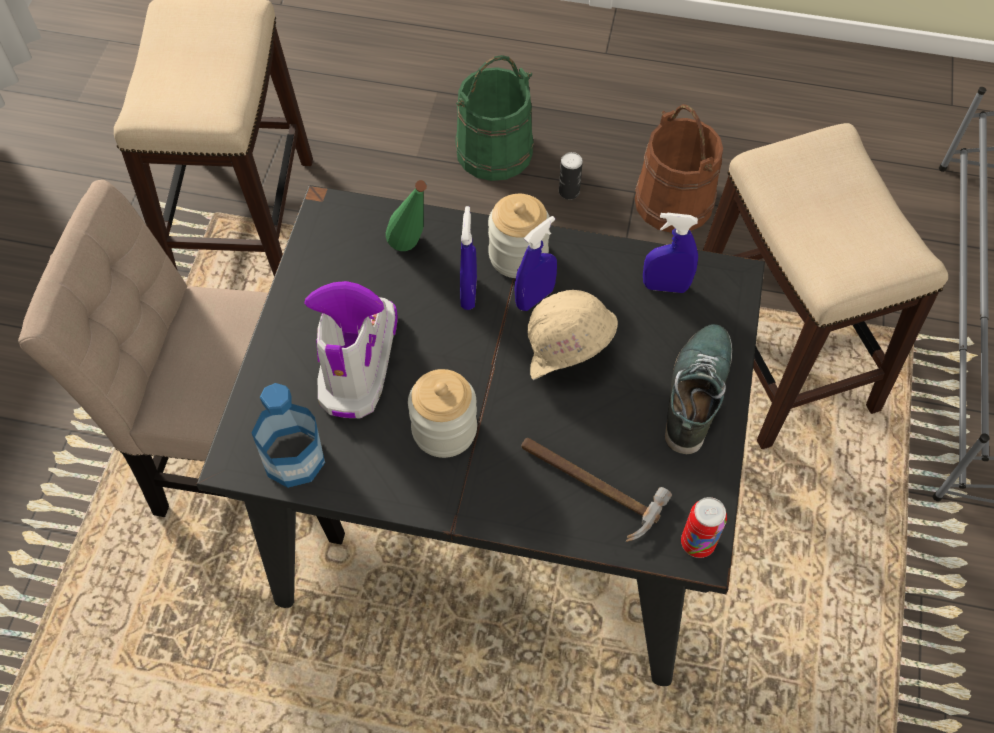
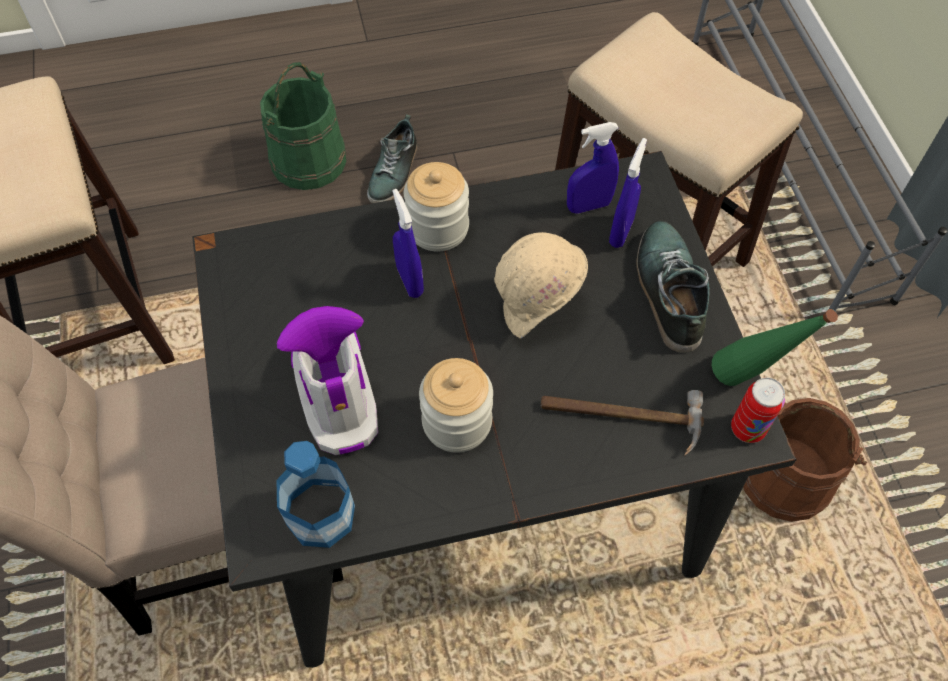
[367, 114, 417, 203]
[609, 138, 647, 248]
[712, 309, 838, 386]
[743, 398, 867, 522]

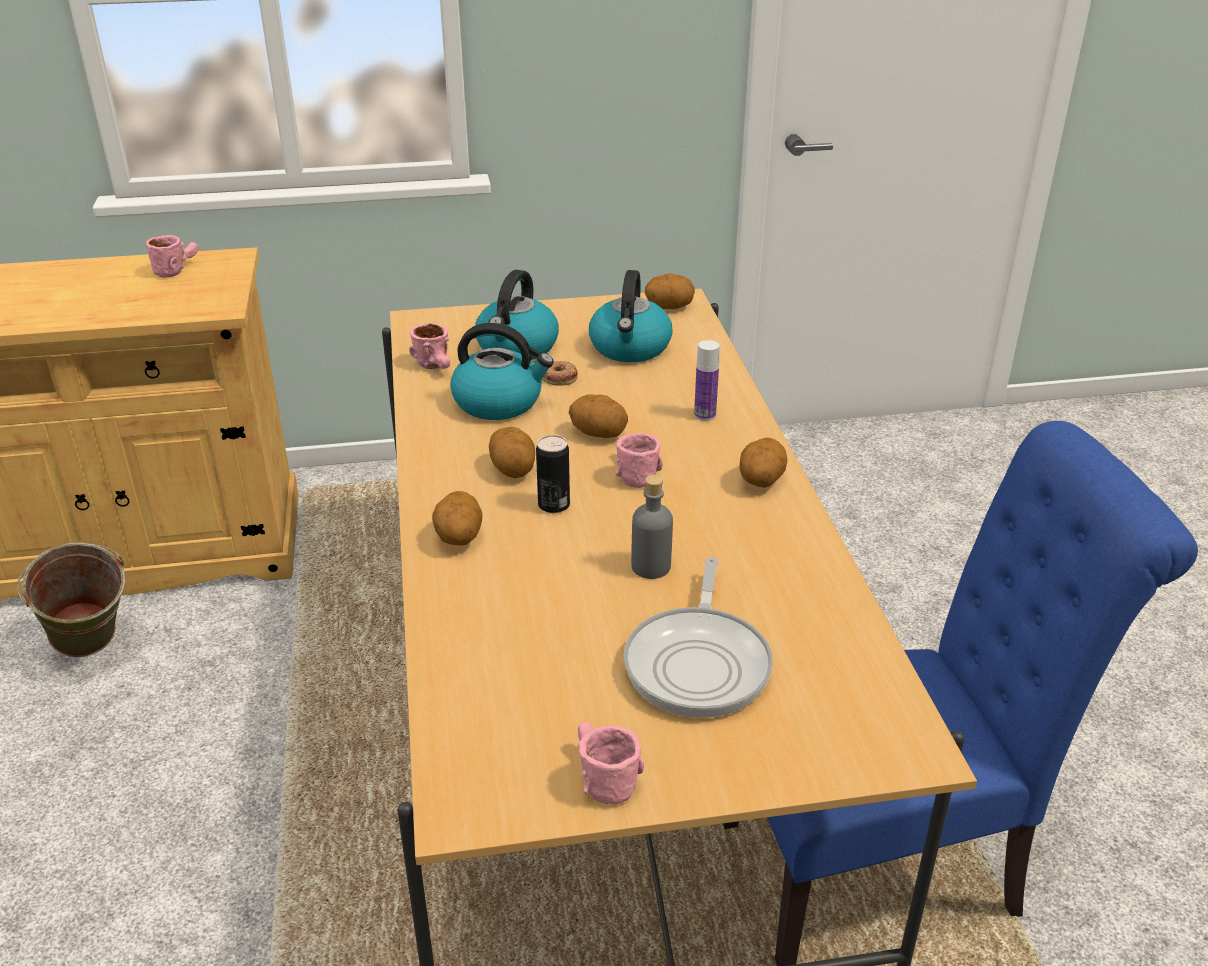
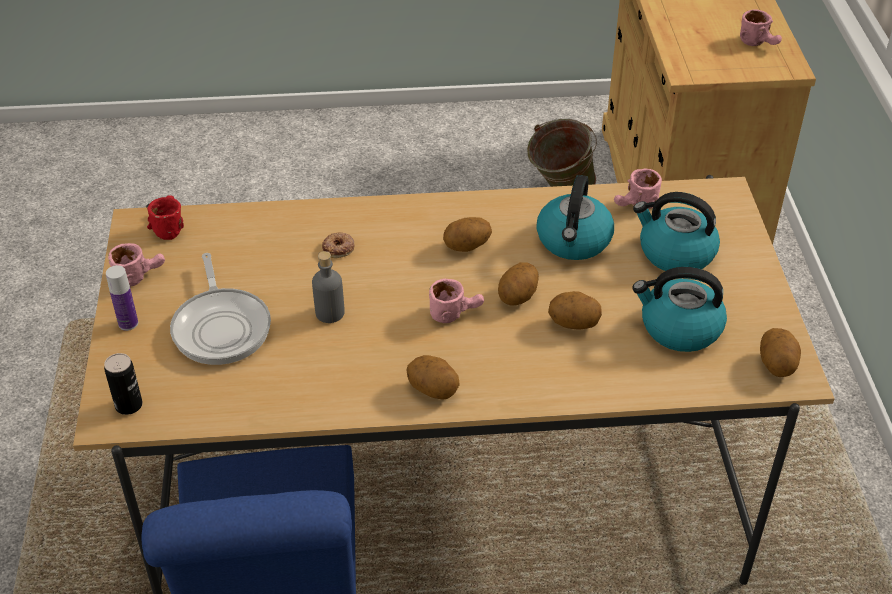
[104, 353, 143, 415]
[106, 265, 138, 331]
[147, 195, 184, 240]
[170, 253, 271, 365]
[322, 232, 355, 258]
[548, 291, 602, 329]

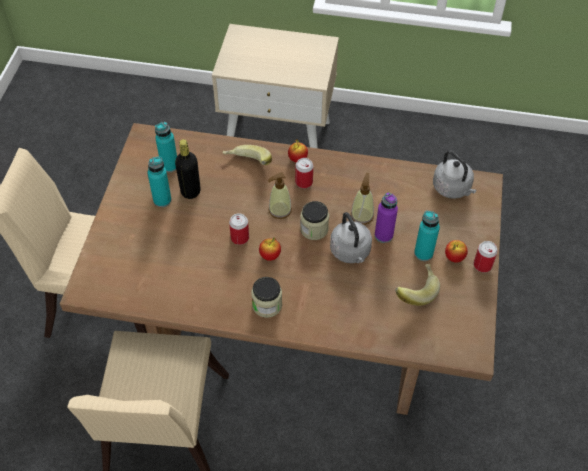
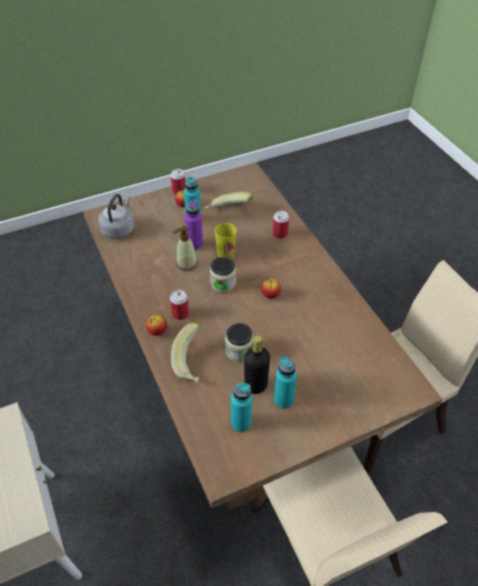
[215, 223, 237, 259]
[225, 323, 254, 362]
[273, 211, 289, 239]
[267, 172, 292, 219] (first image)

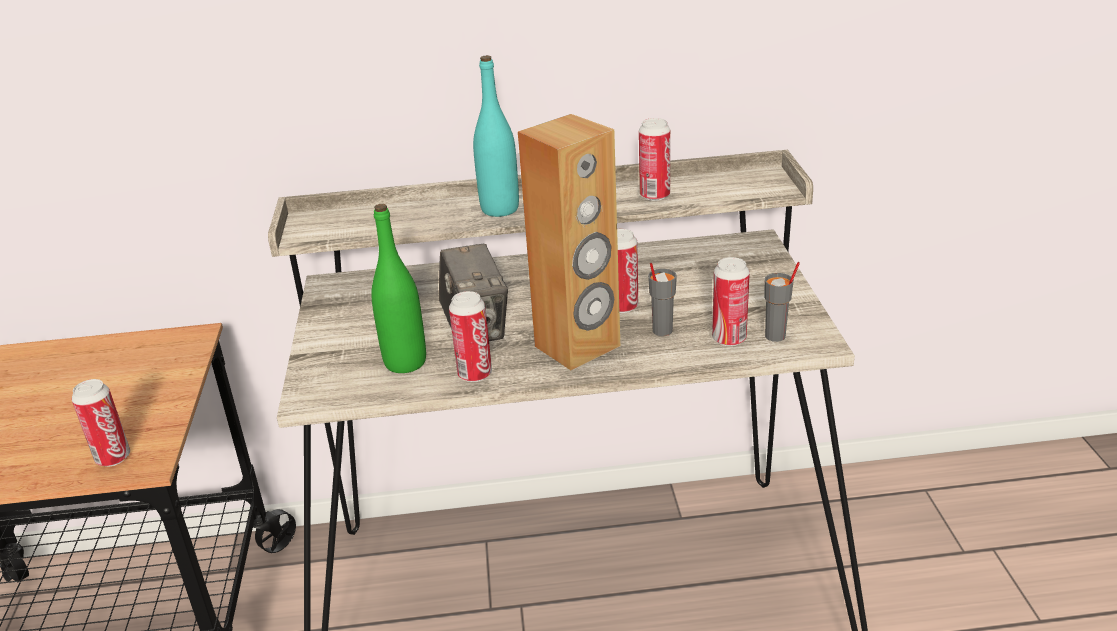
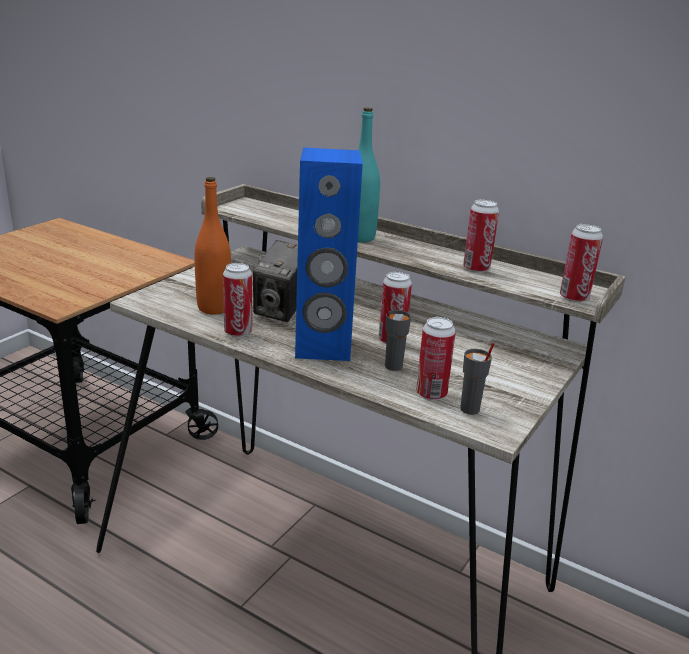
[194, 177, 231, 315]
[295, 147, 363, 361]
[560, 224, 603, 303]

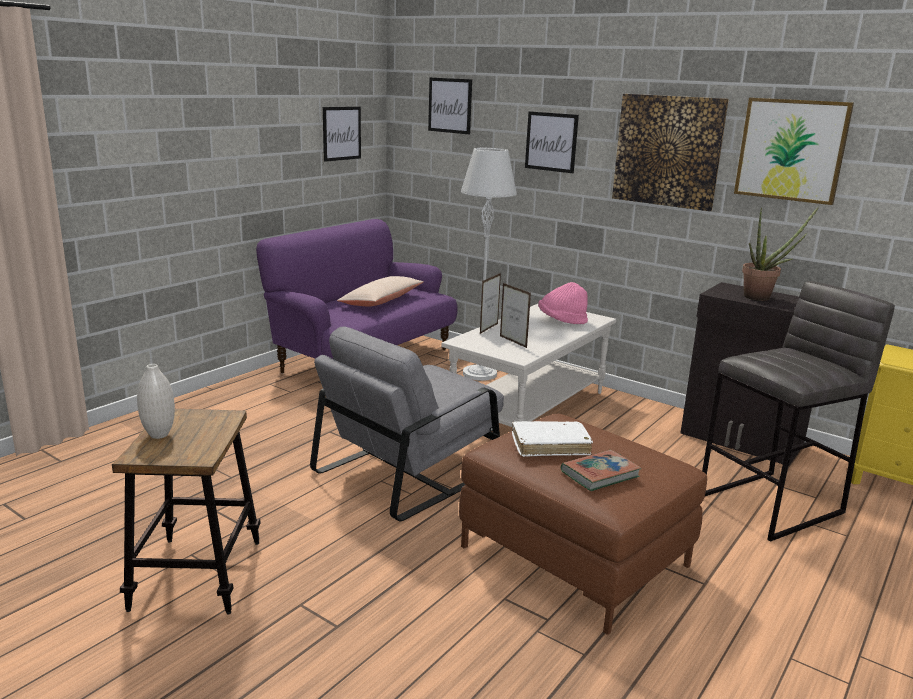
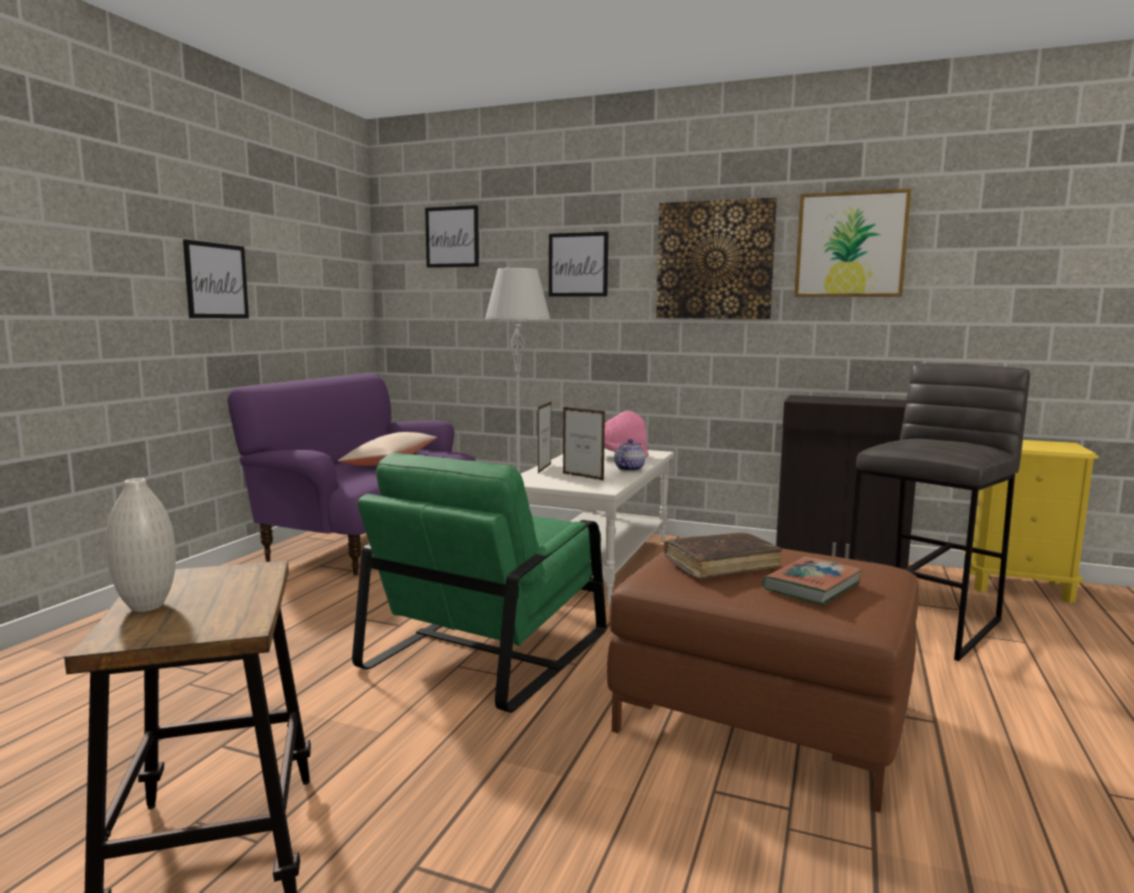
[183, 239, 249, 319]
[352, 453, 607, 713]
[614, 439, 645, 471]
[664, 533, 782, 580]
[742, 207, 819, 301] (first image)

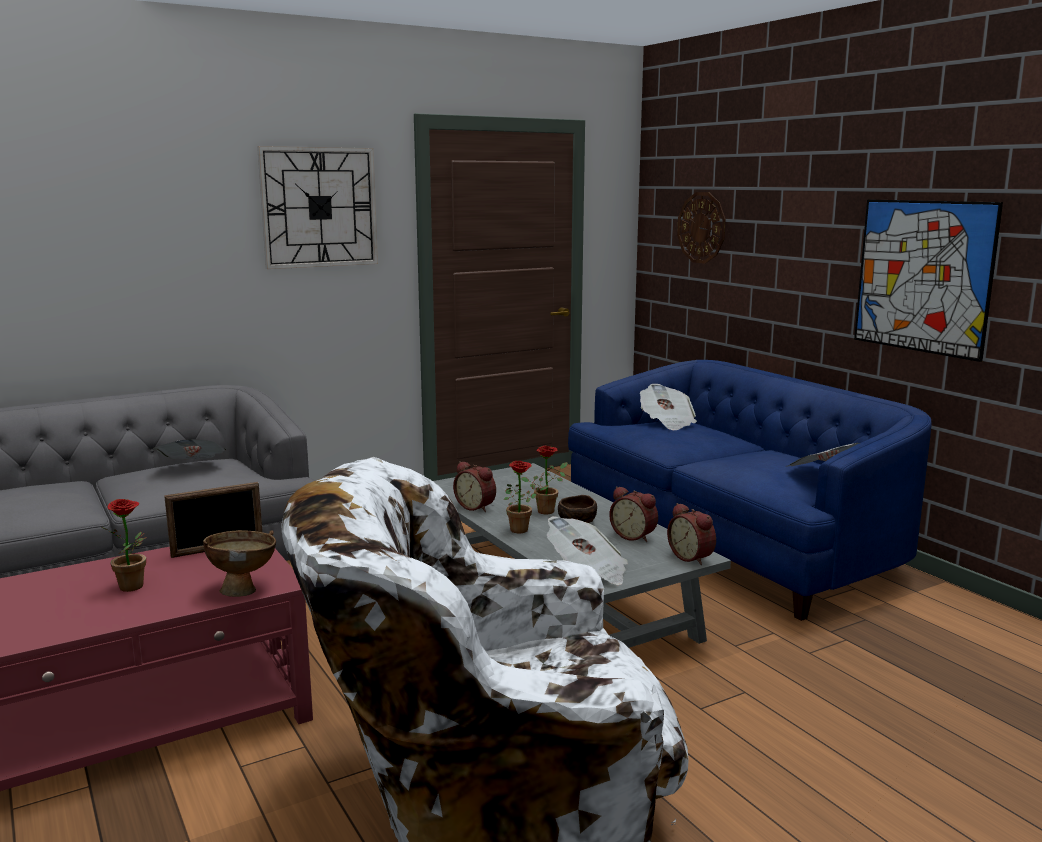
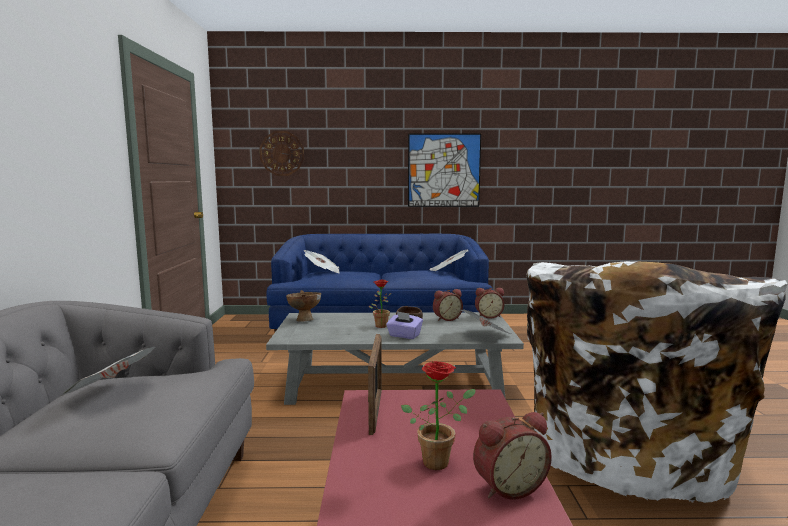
[286, 290, 321, 322]
[386, 311, 423, 339]
[473, 412, 552, 500]
[257, 146, 378, 269] (first image)

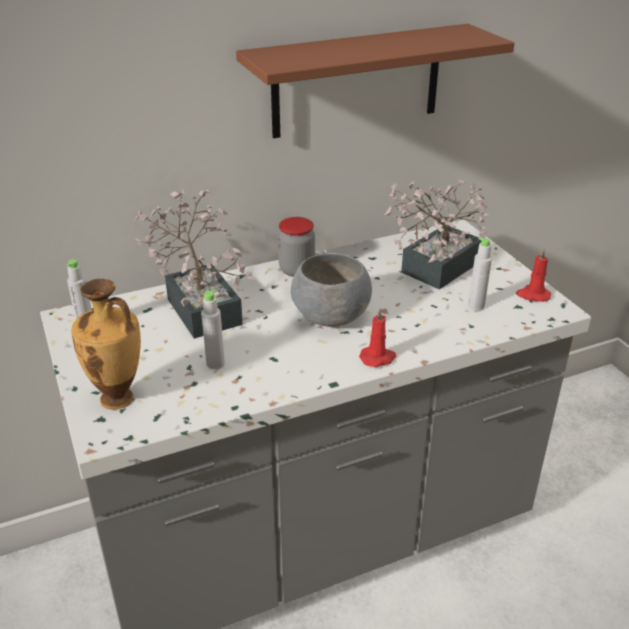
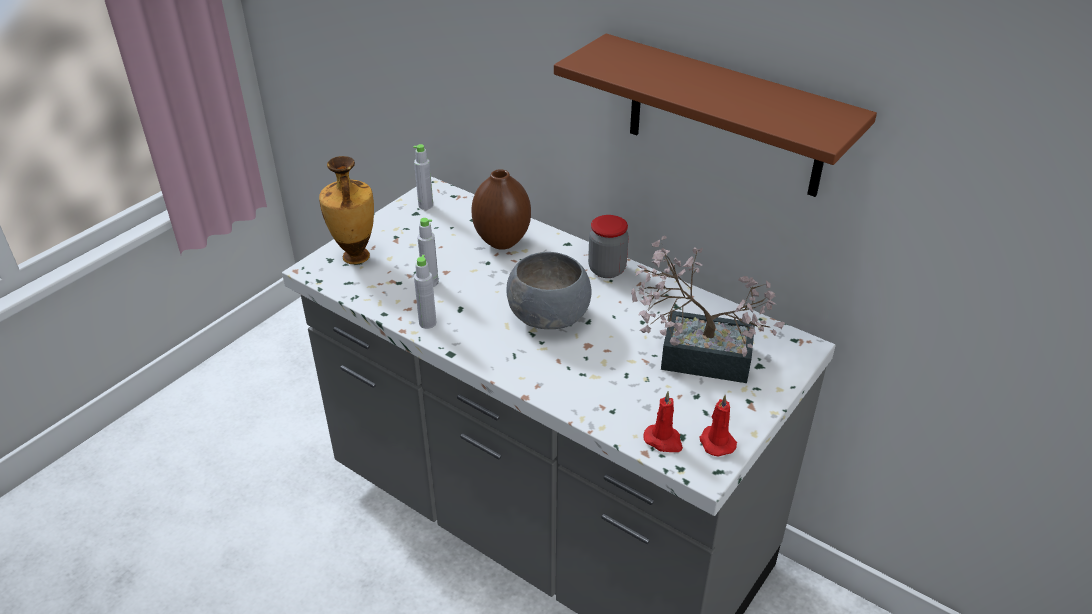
[414, 255, 436, 329]
[471, 169, 531, 250]
[643, 391, 683, 452]

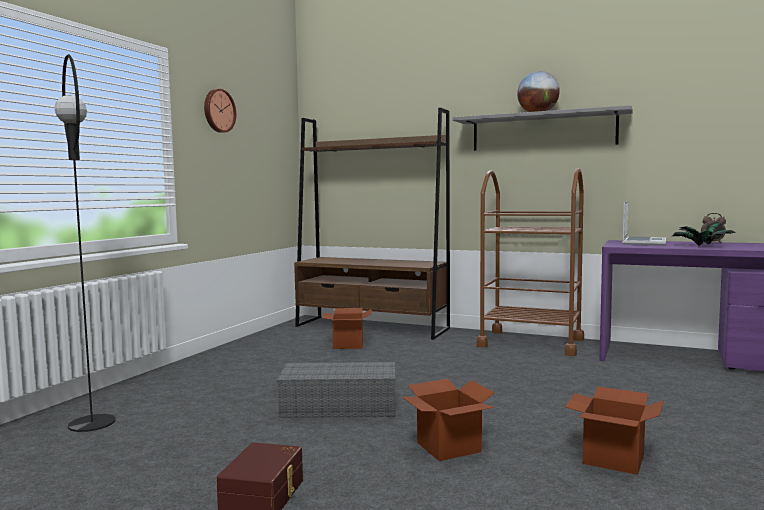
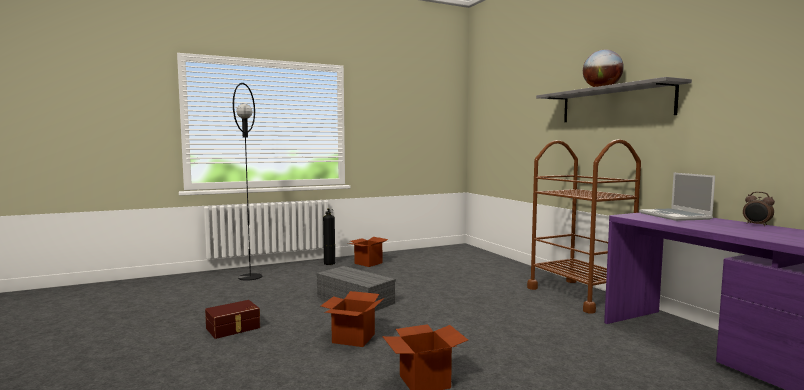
[323, 208, 335, 265]
[348, 237, 388, 267]
[639, 173, 715, 221]
[204, 89, 236, 133] (first image)
[294, 108, 450, 340] (first image)
[673, 222, 736, 246] (first image)

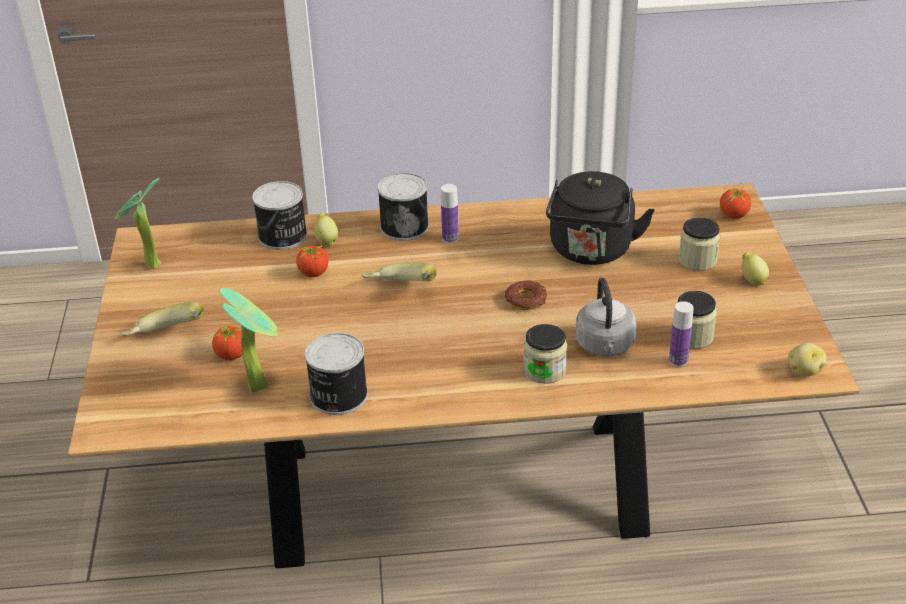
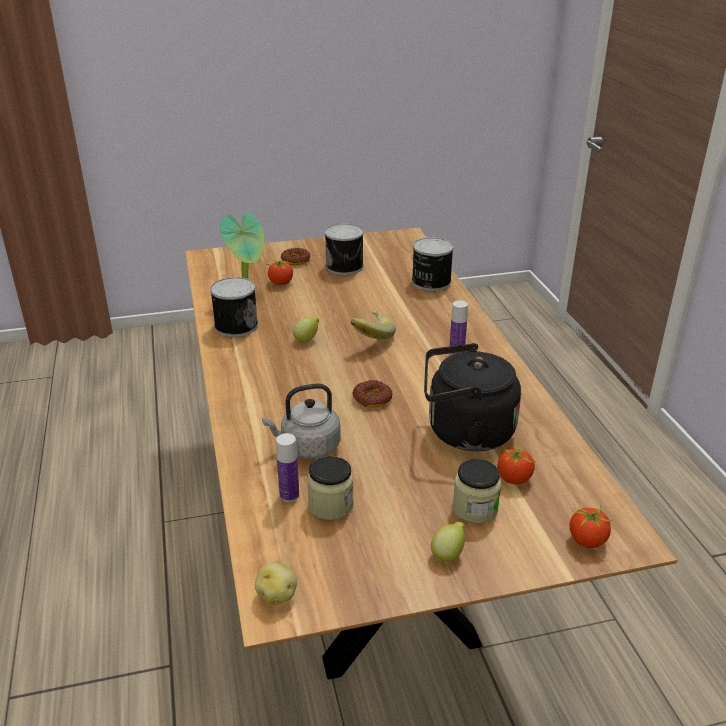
[281, 248, 311, 265]
[293, 317, 319, 342]
[325, 223, 364, 275]
[497, 445, 536, 485]
[114, 178, 162, 269] (first image)
[523, 324, 567, 384] (first image)

